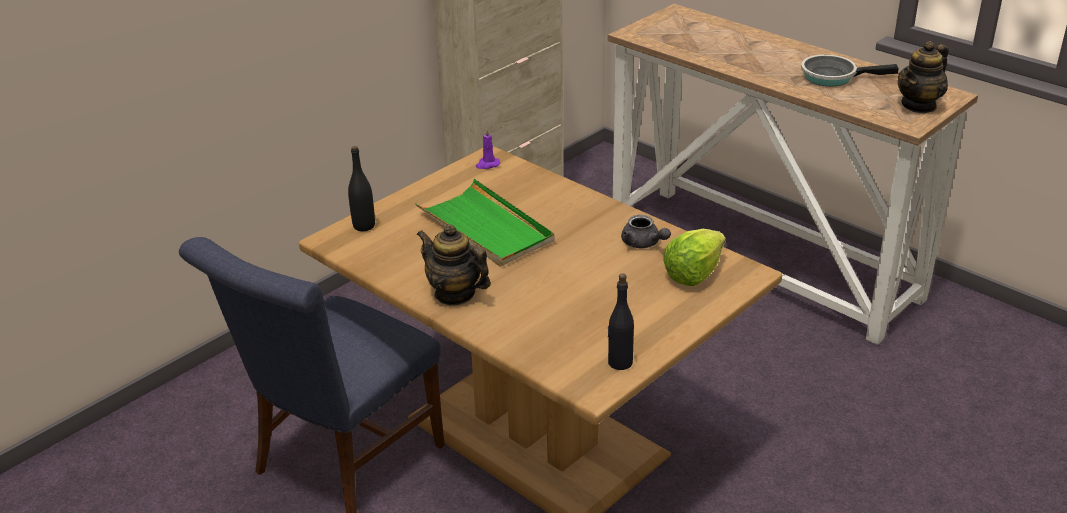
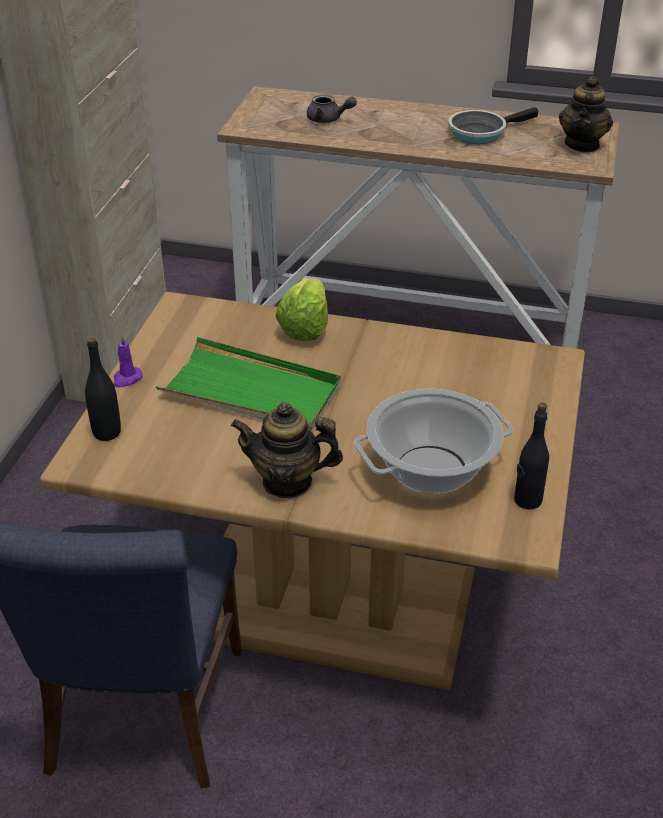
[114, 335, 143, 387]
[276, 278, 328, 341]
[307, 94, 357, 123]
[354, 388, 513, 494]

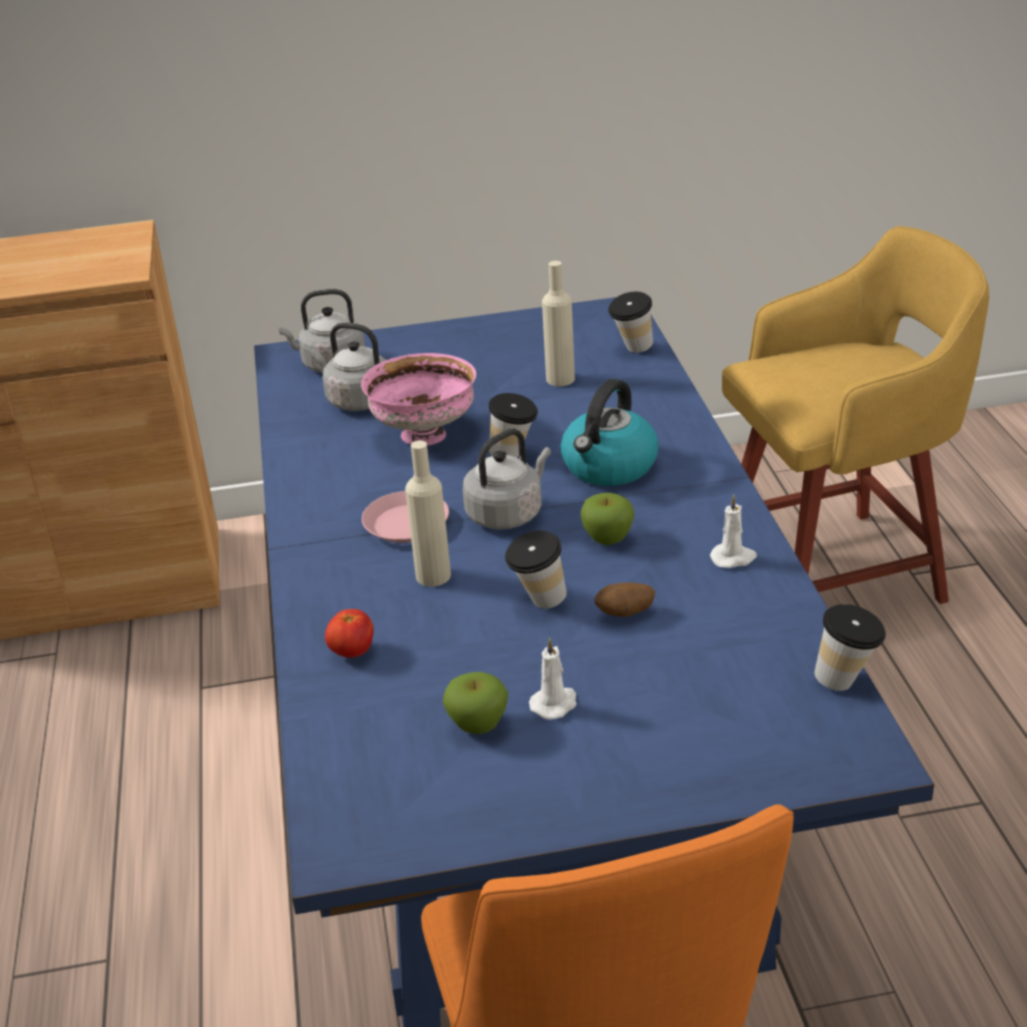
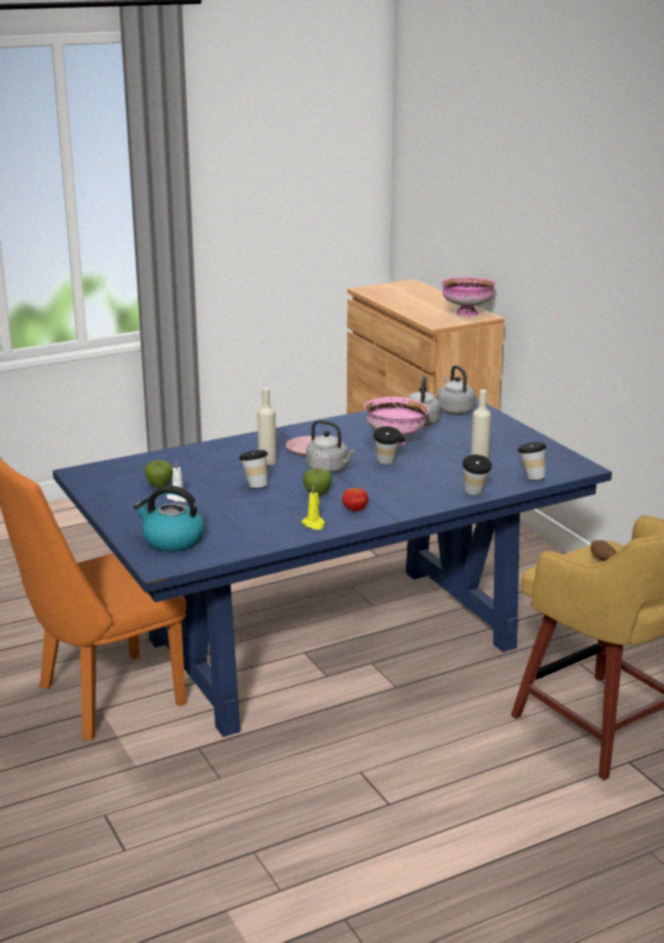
[133, 486, 205, 551]
[302, 485, 325, 530]
[342, 488, 368, 511]
[441, 277, 496, 316]
[462, 455, 492, 495]
[591, 540, 617, 561]

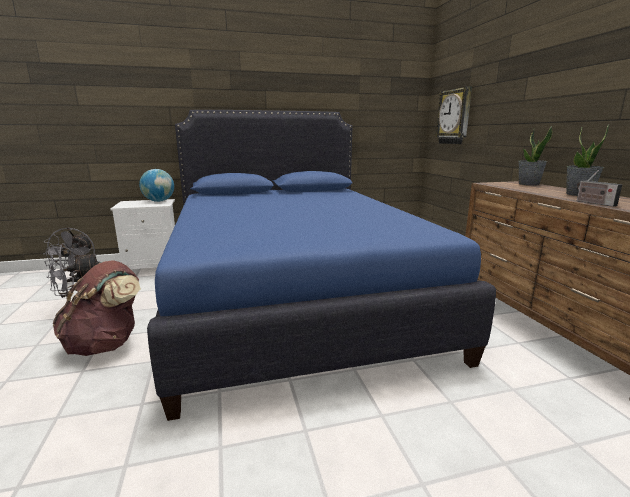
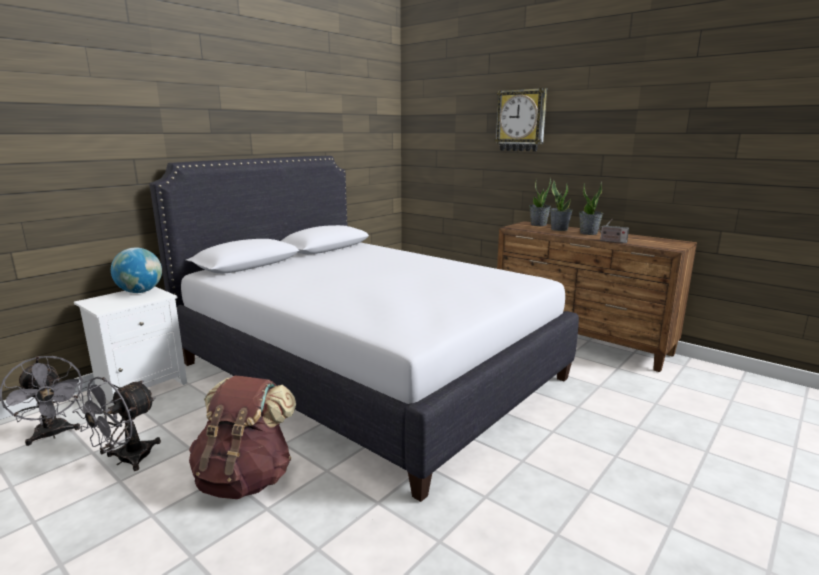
[149, 156, 579, 502]
[495, 88, 547, 152]
[550, 180, 573, 231]

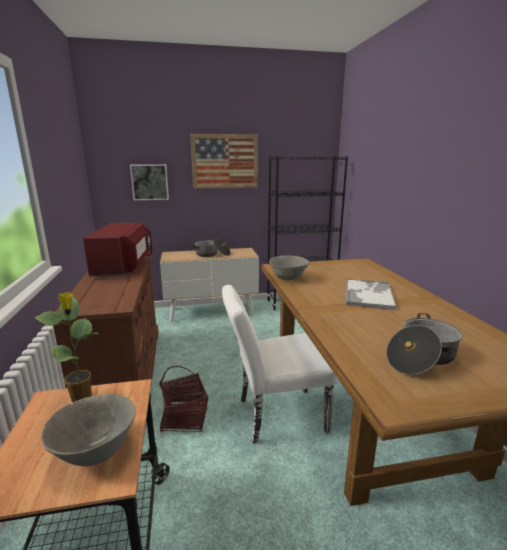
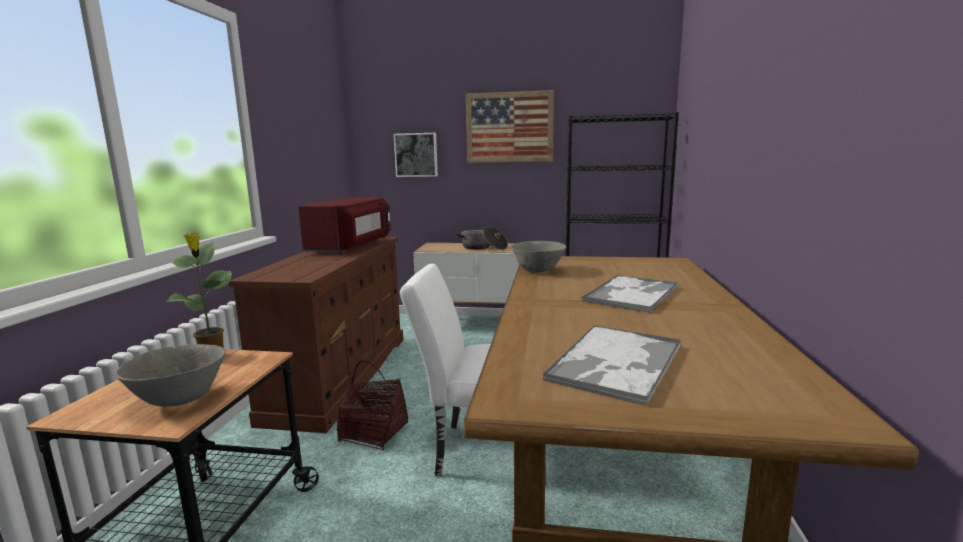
[541, 325, 681, 406]

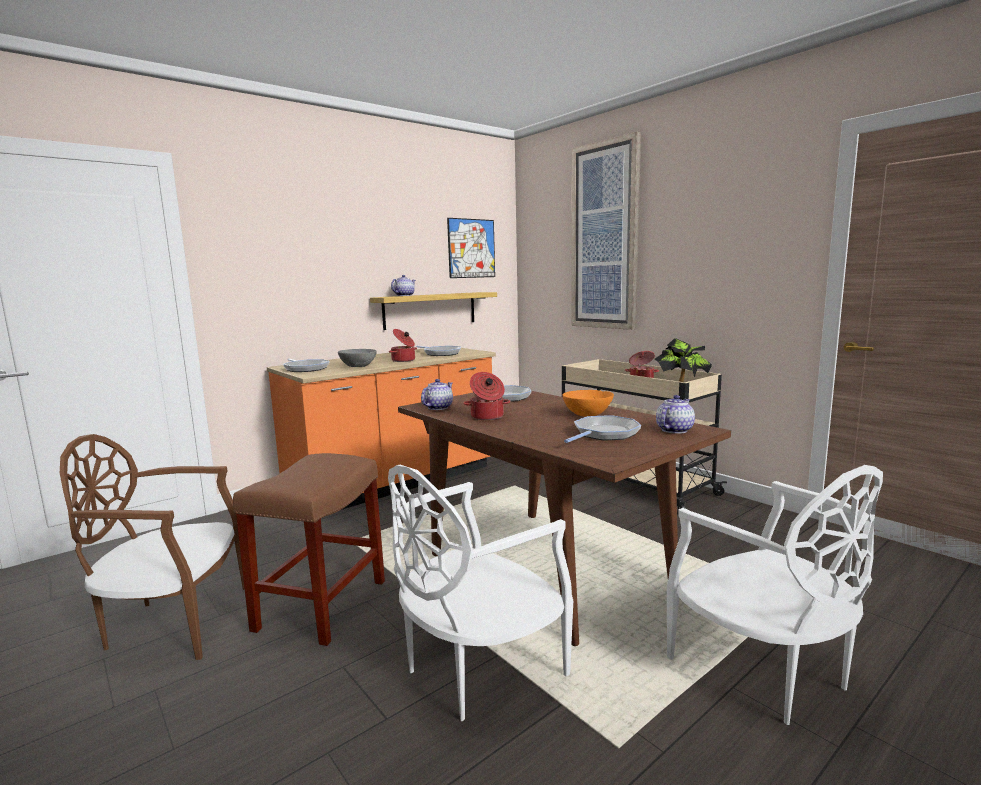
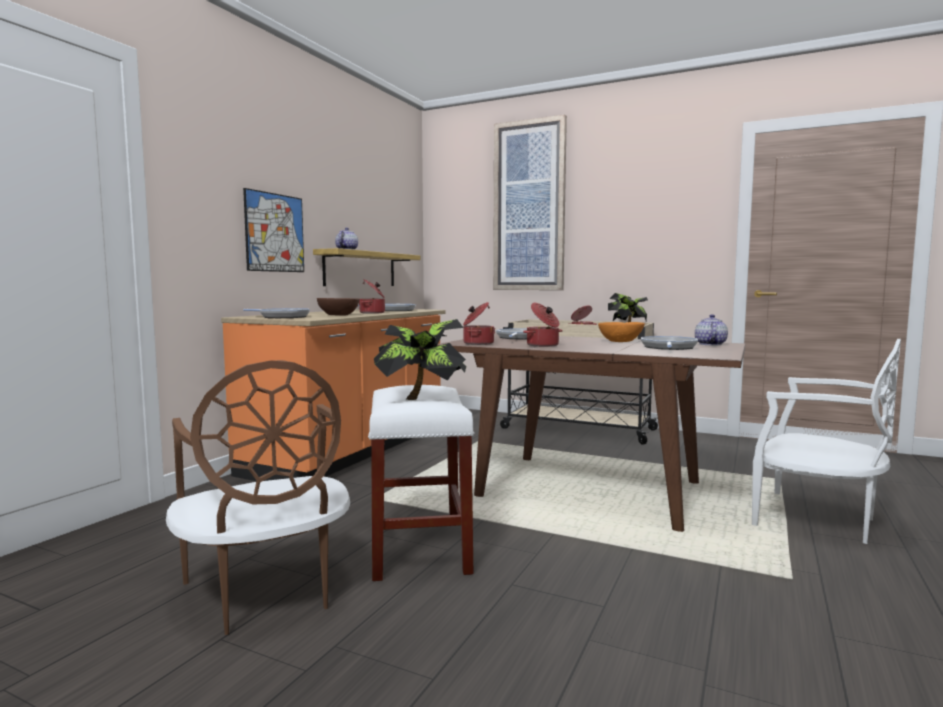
[166, 360, 350, 635]
[243, 188, 304, 272]
[317, 298, 360, 316]
[368, 385, 474, 581]
[374, 319, 466, 400]
[463, 302, 495, 345]
[388, 465, 573, 721] (first image)

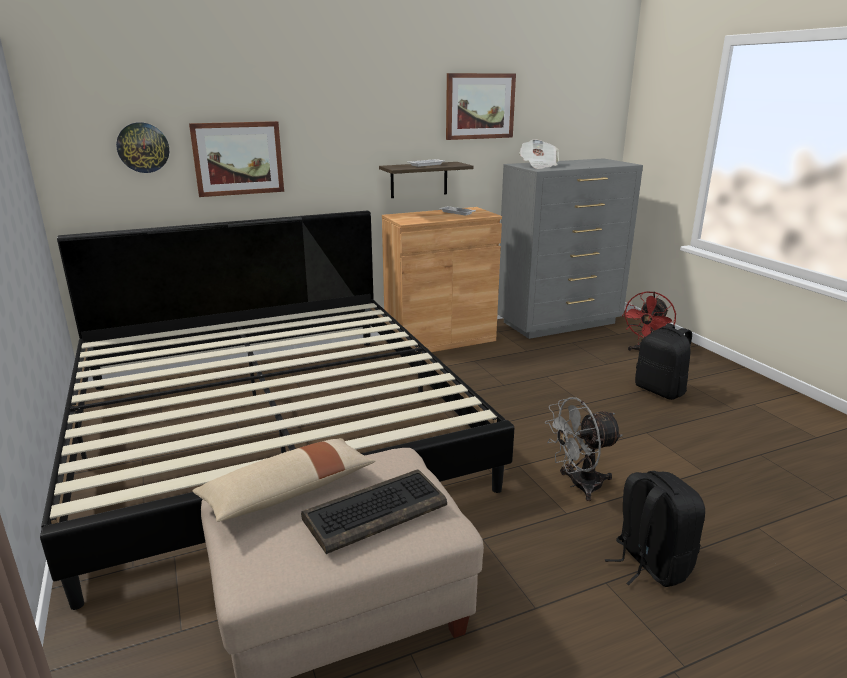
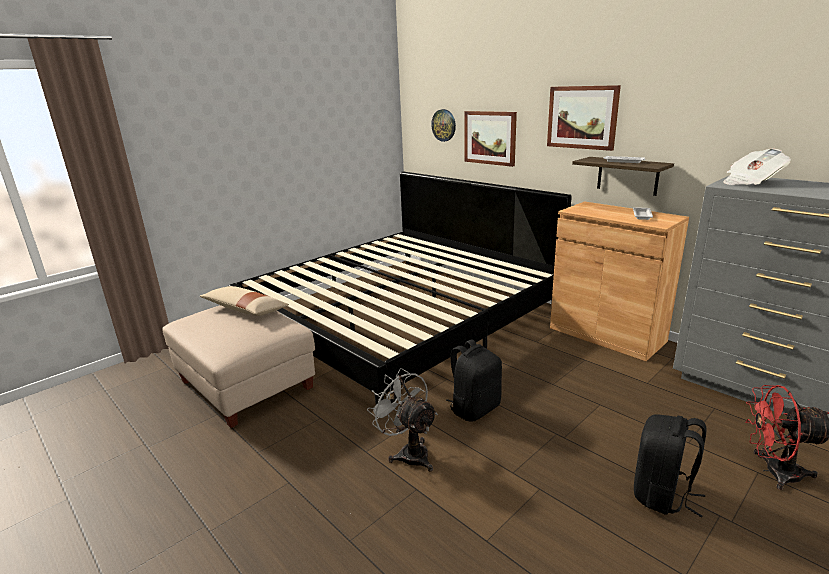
[446, 339, 502, 422]
[547, 85, 621, 151]
[301, 469, 447, 554] (first image)

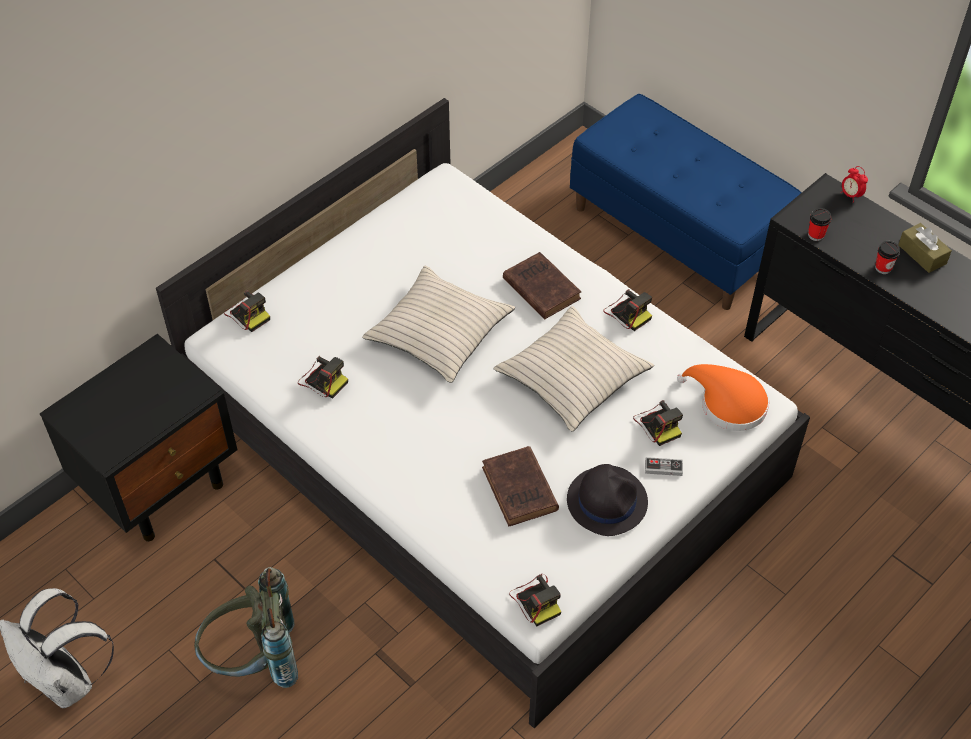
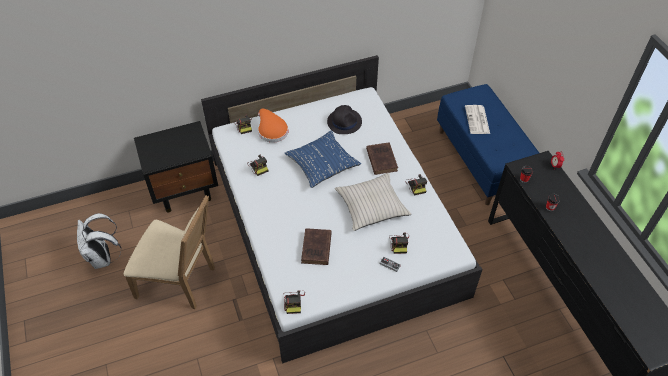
[124, 195, 215, 309]
[258, 109, 288, 143]
[285, 131, 361, 188]
[327, 105, 362, 134]
[465, 105, 490, 134]
[898, 223, 952, 273] (first image)

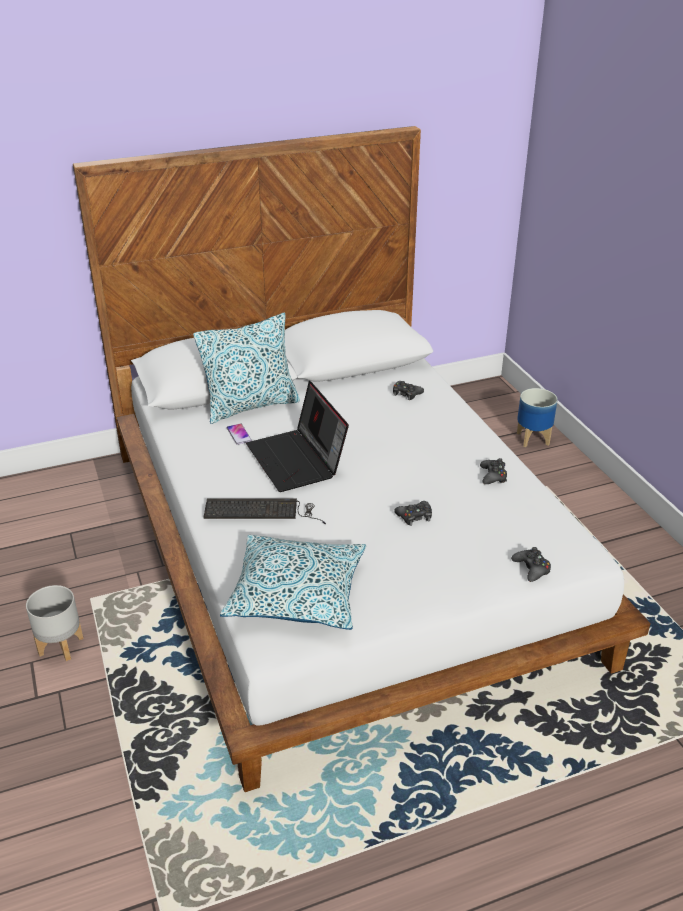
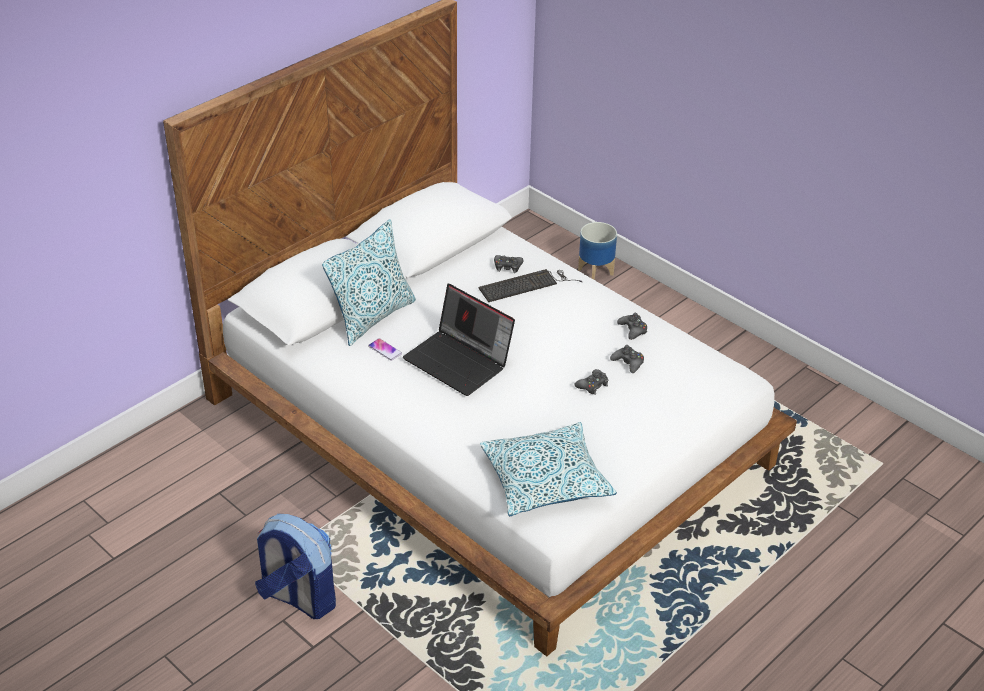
[255, 514, 336, 619]
[479, 269, 583, 302]
[610, 345, 644, 373]

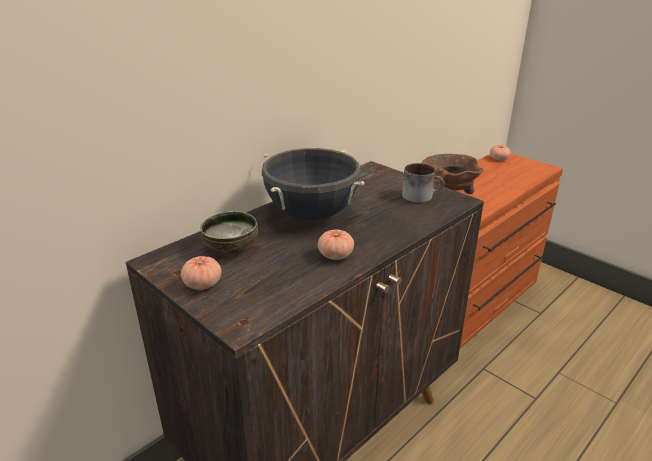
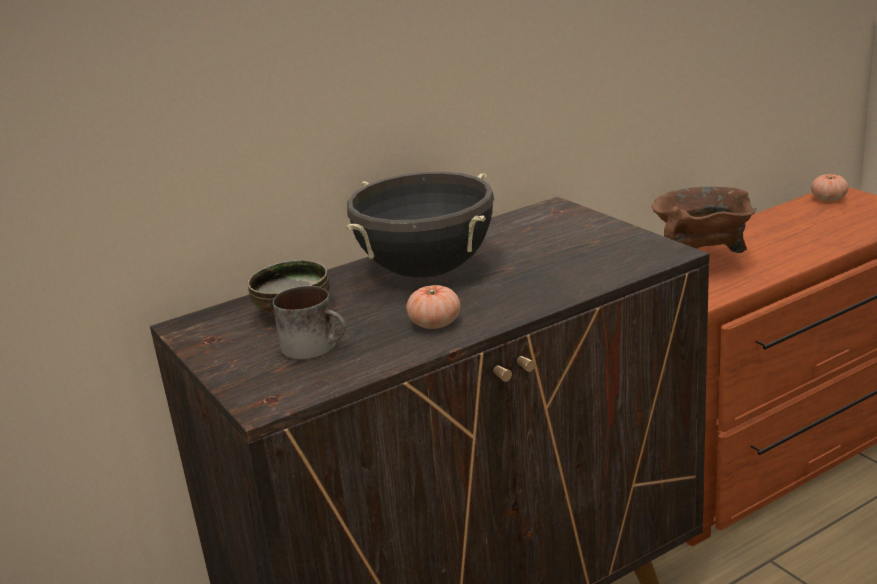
[273, 286, 346, 360]
[181, 256, 221, 290] (first image)

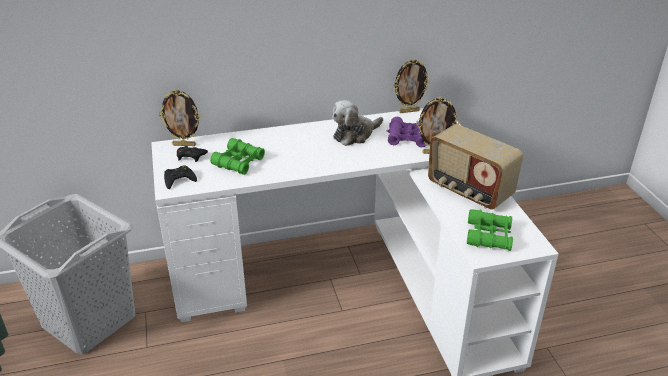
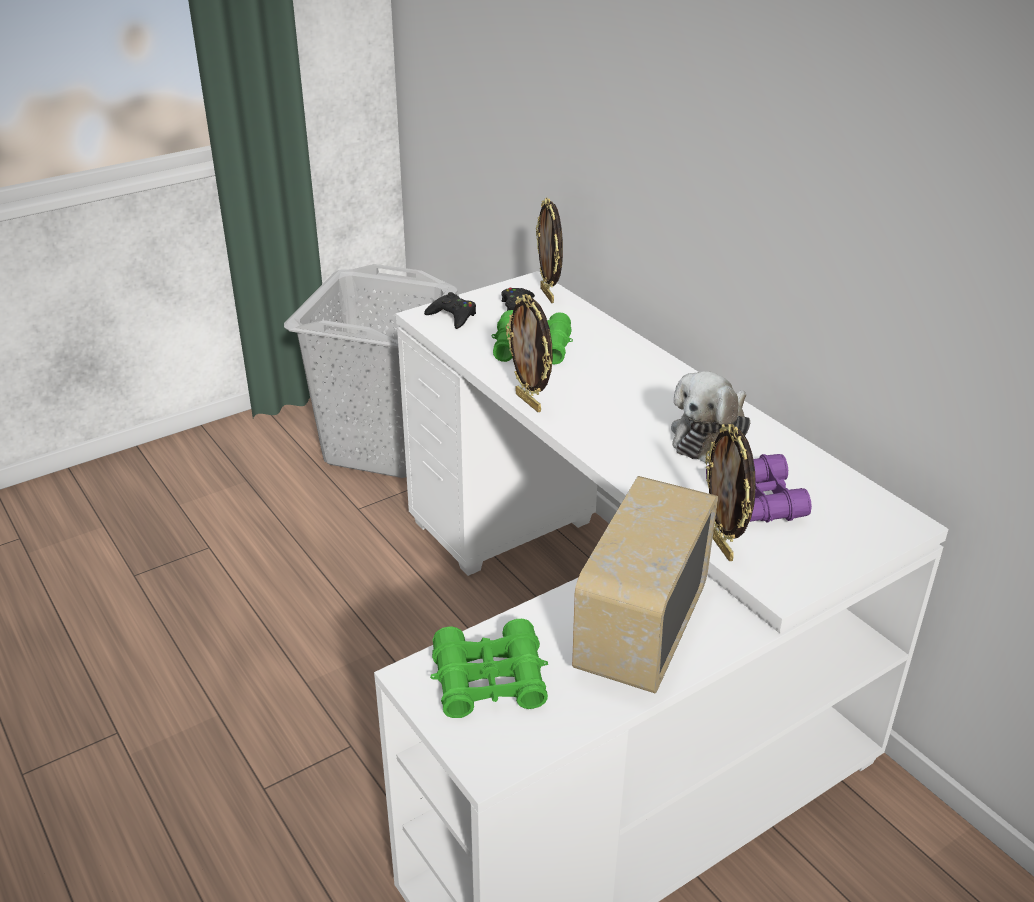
[506, 294, 553, 412]
[671, 371, 750, 464]

